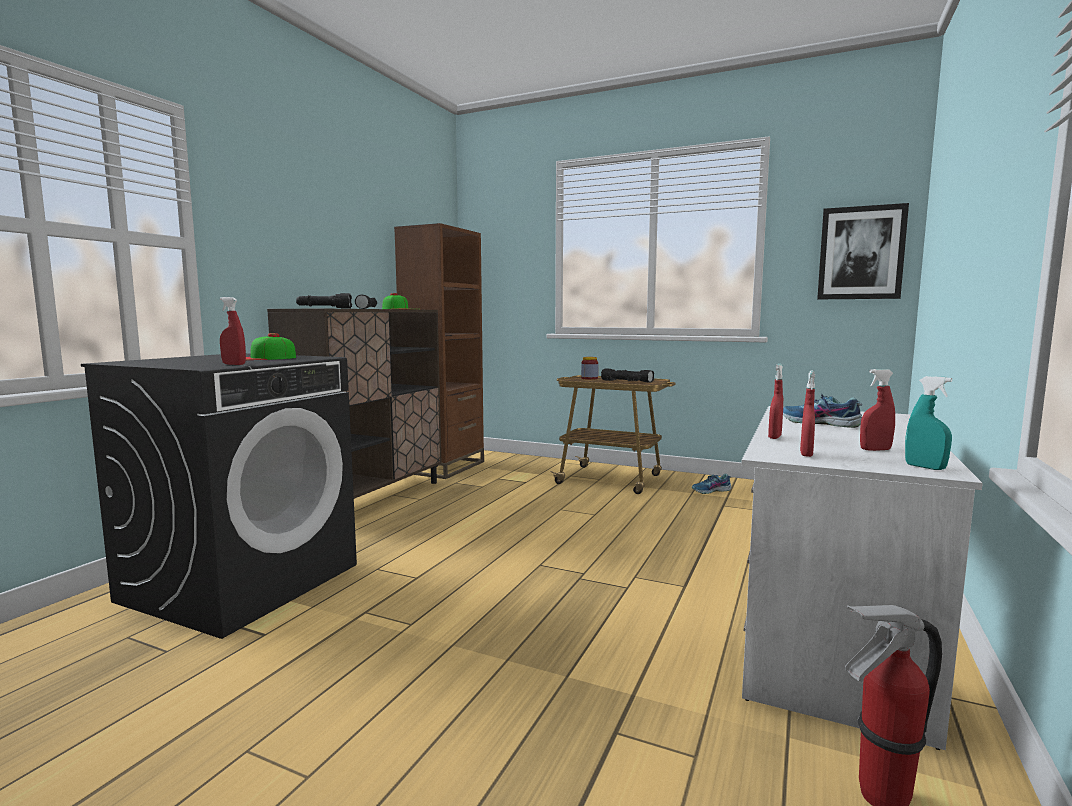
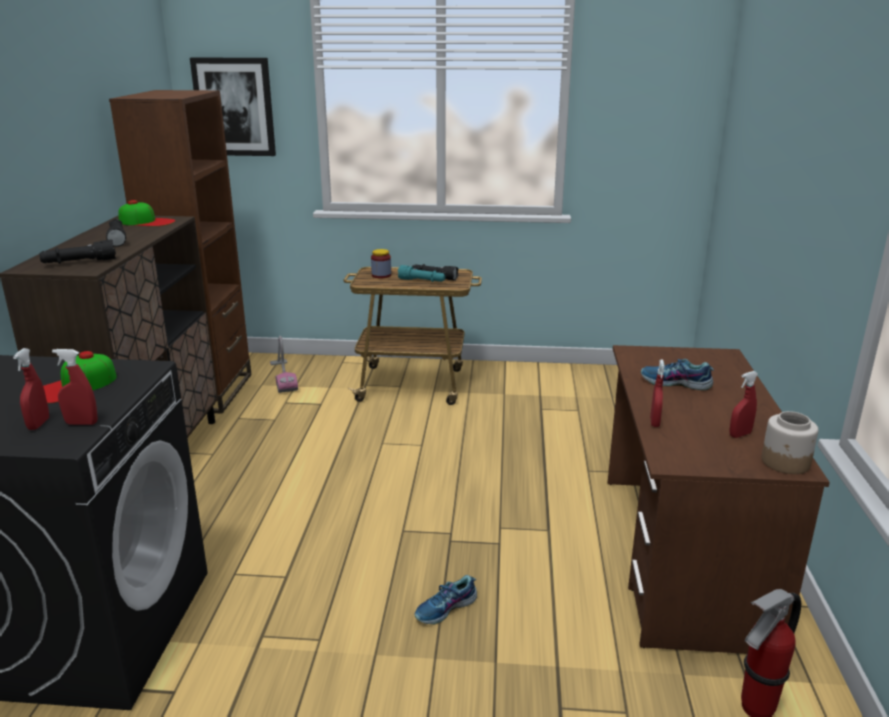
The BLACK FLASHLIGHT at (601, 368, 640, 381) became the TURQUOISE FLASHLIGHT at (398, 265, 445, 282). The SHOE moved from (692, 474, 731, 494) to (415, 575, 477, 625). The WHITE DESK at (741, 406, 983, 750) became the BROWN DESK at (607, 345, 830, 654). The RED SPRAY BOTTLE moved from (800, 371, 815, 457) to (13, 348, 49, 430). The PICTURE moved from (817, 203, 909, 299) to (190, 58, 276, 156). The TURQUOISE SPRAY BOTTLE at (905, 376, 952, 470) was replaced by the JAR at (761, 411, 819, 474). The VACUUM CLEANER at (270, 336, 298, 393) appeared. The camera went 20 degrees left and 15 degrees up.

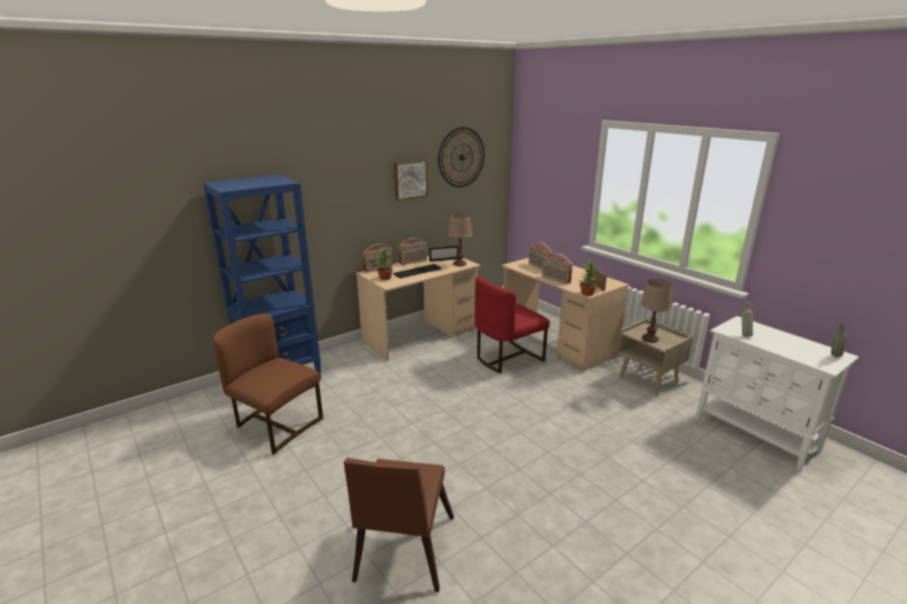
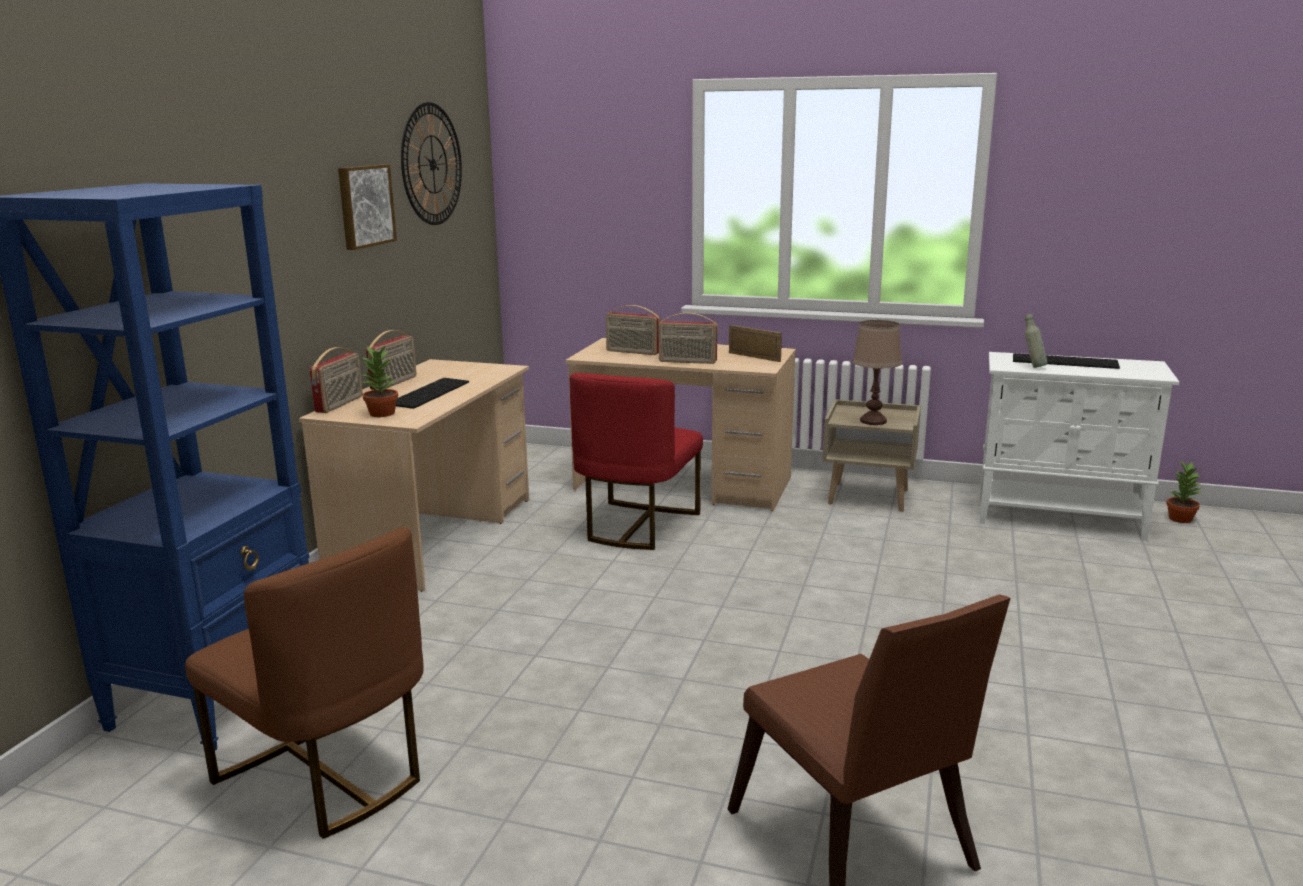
The BROWN CHAIR at (213, 314, 323, 454) turned 135 degrees counterclockwise. The PICTURE FRAME at (429, 245, 459, 262) disappeared. The BROWN TABLE LAMP at (448, 213, 472, 266) disappeared. The POTTED PLANT moved from (580, 259, 598, 296) to (1166, 461, 1203, 523). The GREY BOTTLE at (831, 324, 847, 357) disappeared. The KEYBOARD at (1013, 353, 1120, 369) appeared. The camera went 35 degrees left and 5 degrees down.

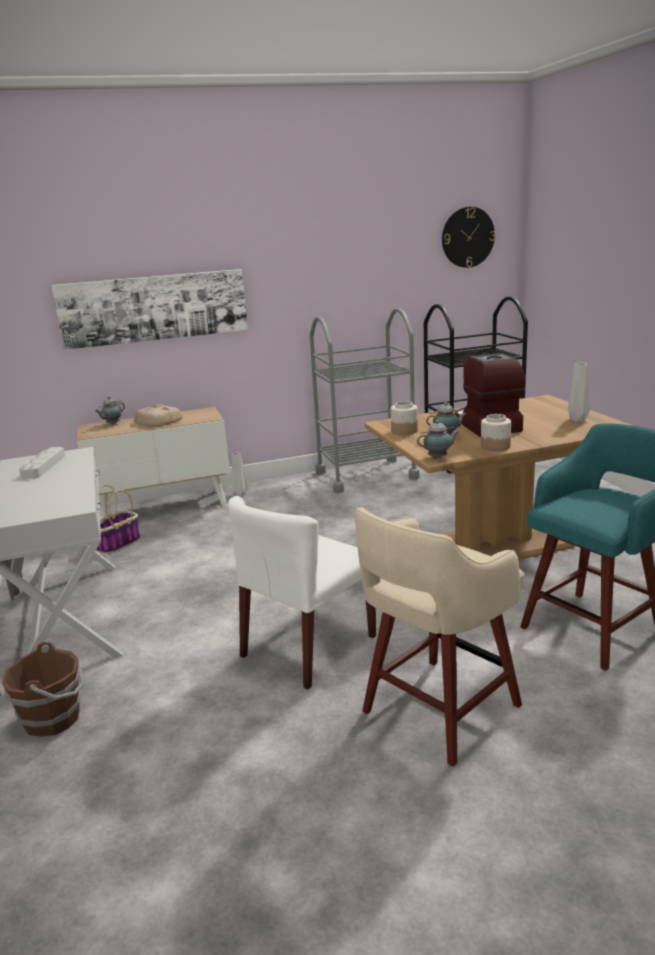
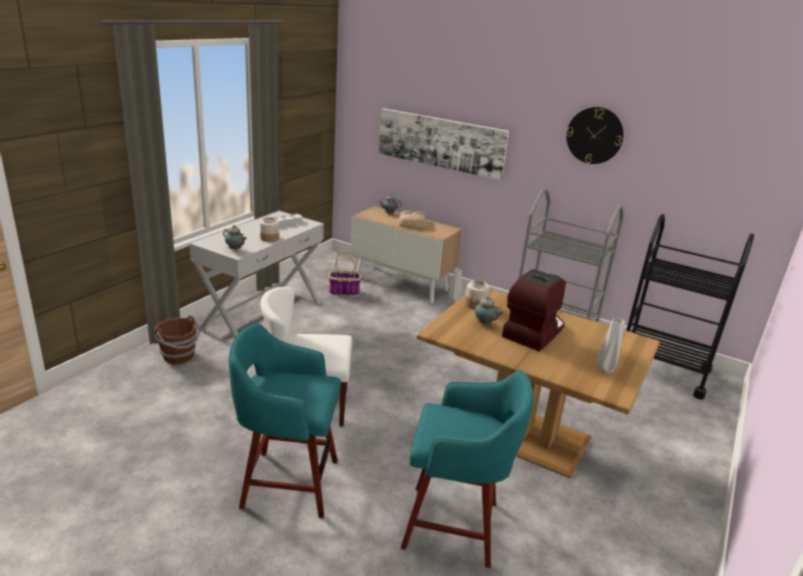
The BEIGE STOOL at (355, 507, 524, 767) became the TURQUOISE STOOL at (229, 323, 341, 518). The TEAPOT moved from (417, 420, 459, 458) to (223, 225, 247, 250). The WALL CLOCK moved from (442, 207, 495, 268) to (566, 107, 624, 164). The JAR moved from (481, 414, 511, 451) to (260, 217, 279, 242). The camera went 45 degrees right and 5 degrees up.

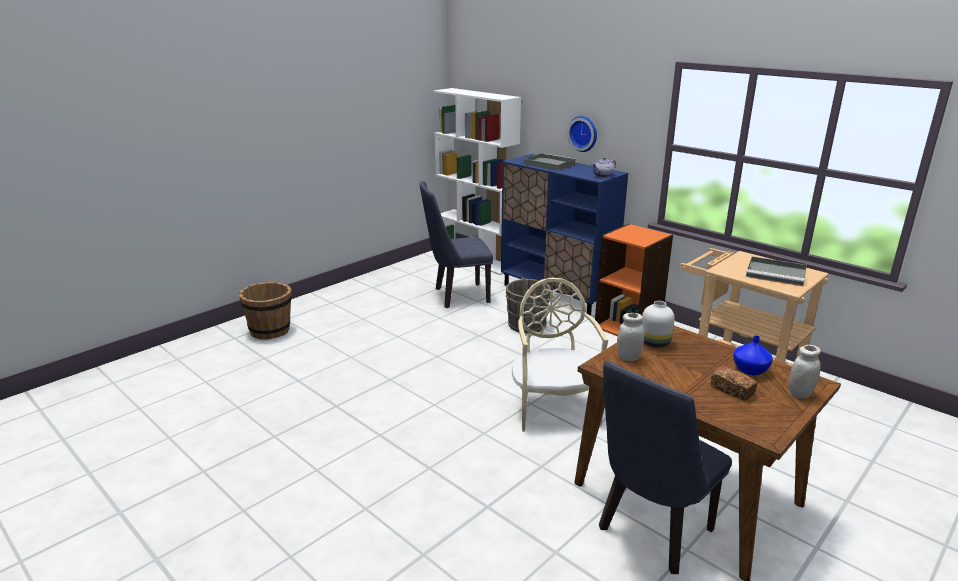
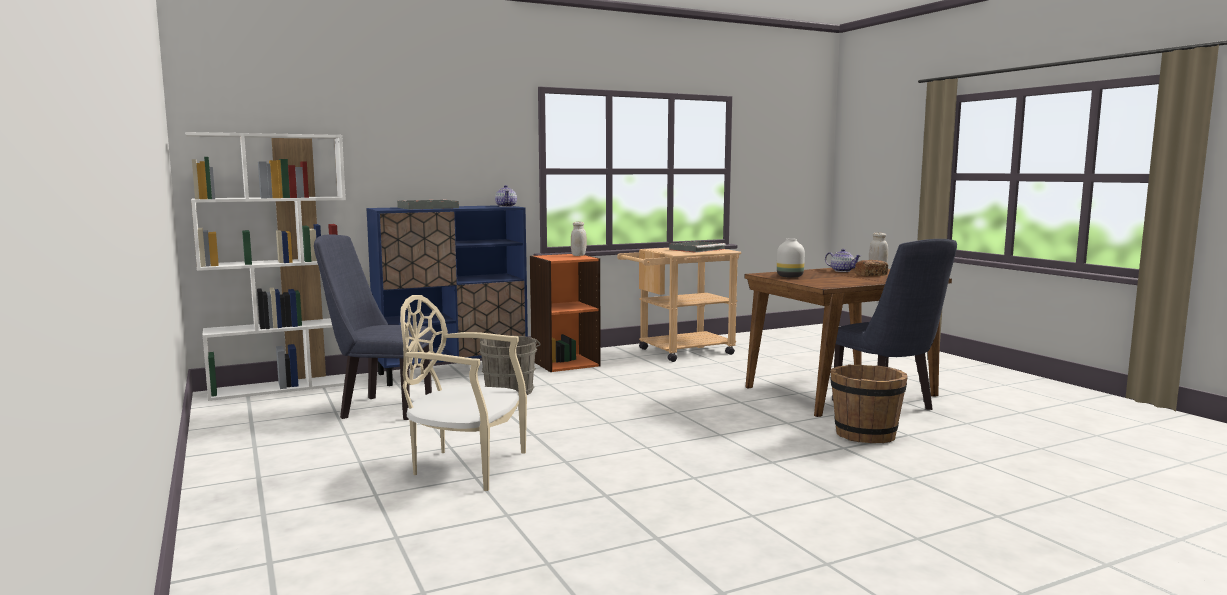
The BROWN BUCKET moved from (239, 282, 292, 340) to (830, 365, 908, 443). The BLUE CHAIR at (420, 181, 493, 308) turned 90 degrees clockwise. The BEIGE CHAIR moved from (512, 277, 608, 432) to (400, 295, 527, 491). The WALL CLOCK at (567, 116, 597, 152) disappeared. The WHITE JAR moved from (617, 313, 644, 361) to (571, 222, 587, 256). The BLUE VASE at (733, 336, 773, 375) was replaced by the TEAPOT at (825, 249, 861, 272). The camera went 70 degrees left and 15 degrees down.

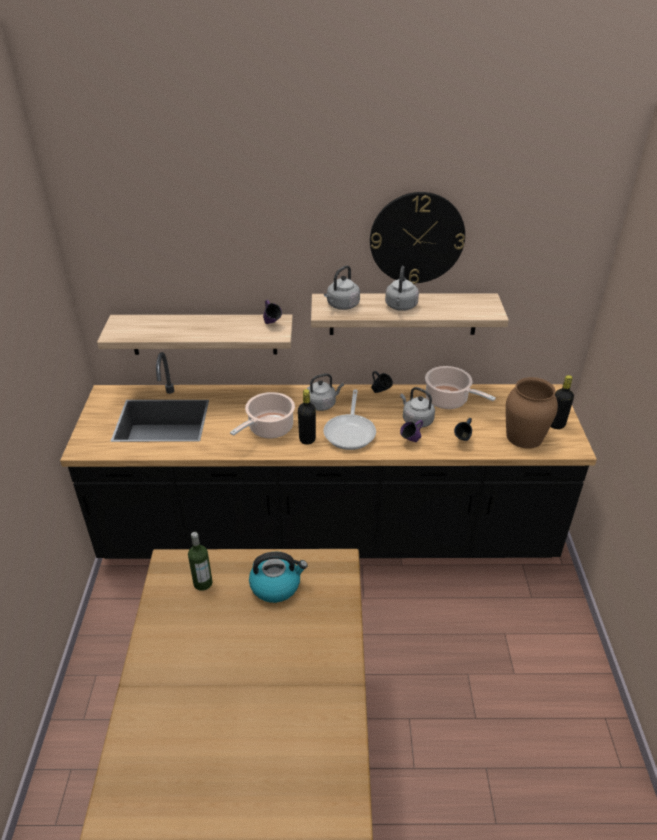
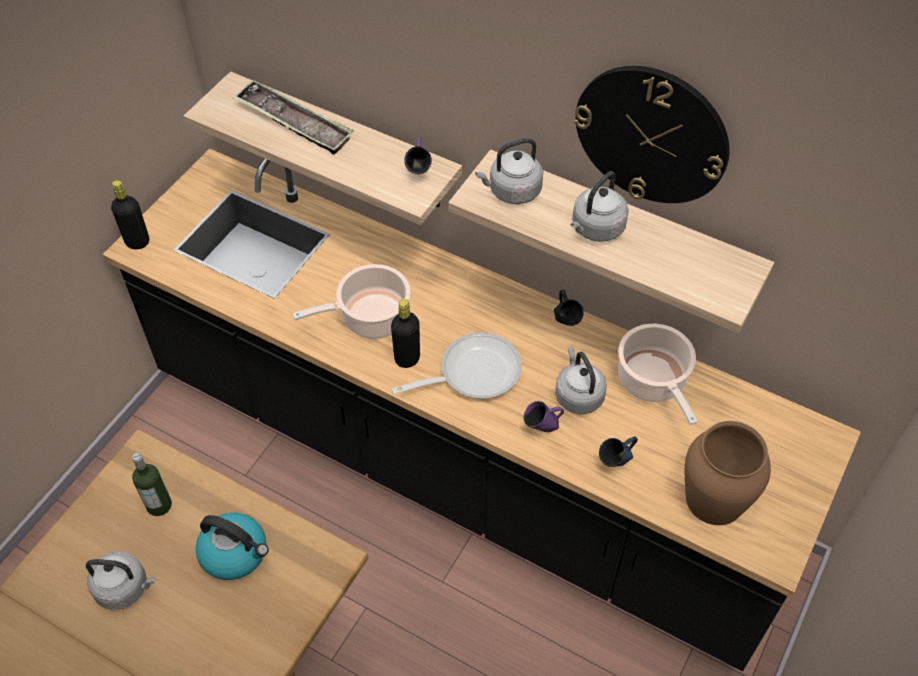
The GREY KETTLE moved from (307, 373, 344, 411) to (86, 551, 155, 610). The FRYING PAN at (324, 389, 376, 450) turned 150 degrees counterclockwise. The BLACK BOTTLE moved from (551, 375, 574, 429) to (111, 180, 149, 249). The TRAY at (233, 80, 354, 155) appeared. The camera went 30 degrees right and 15 degrees up.

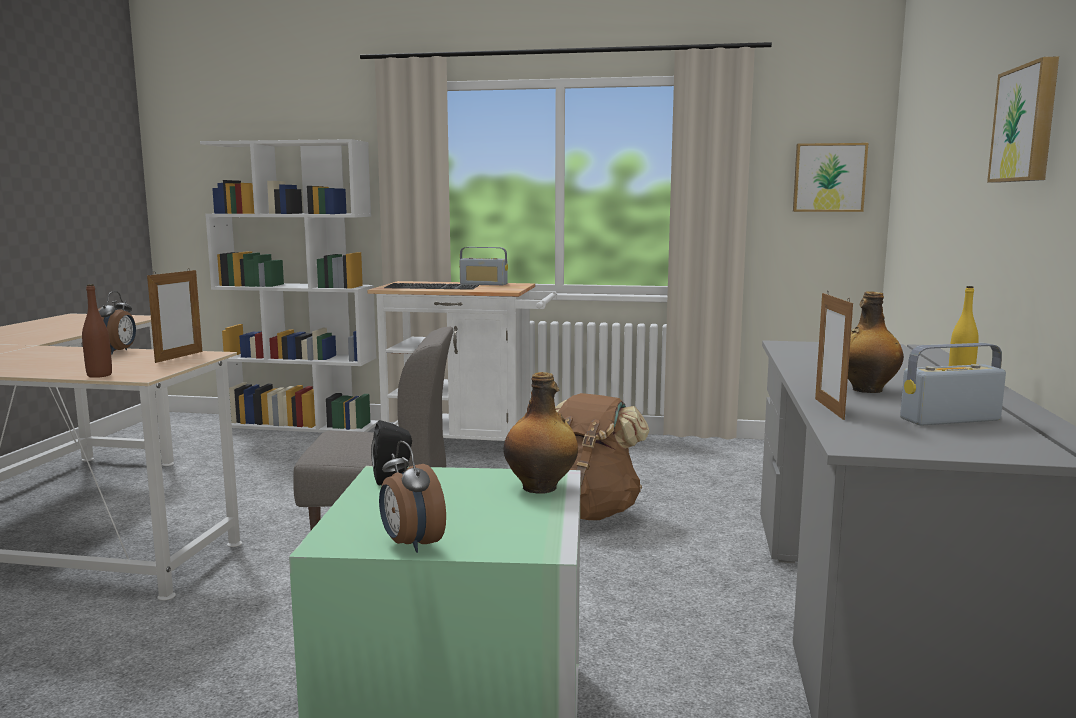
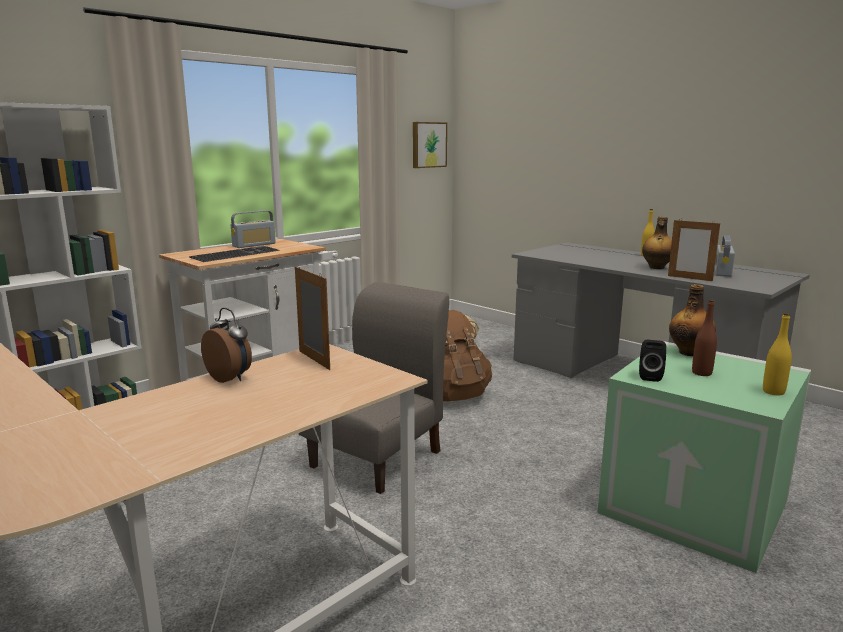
The BROWN BOTTLE moved from (82, 284, 112, 378) to (692, 300, 717, 376). The ALARM CLOCK at (379, 441, 446, 553) was replaced by the YELLOW BOTTLE at (763, 313, 792, 395). The PICTURE at (987, 56, 1059, 182) disappeared. The camera went 55 degrees left and 5 degrees up.

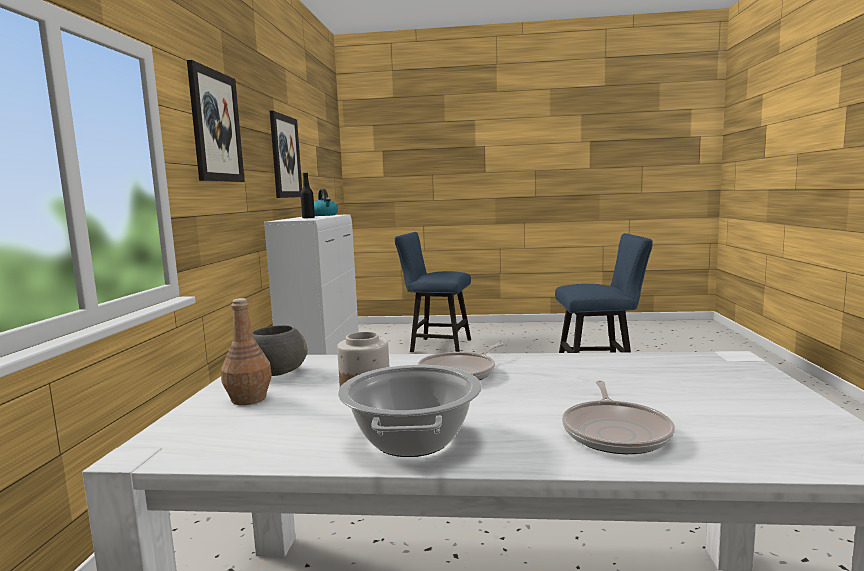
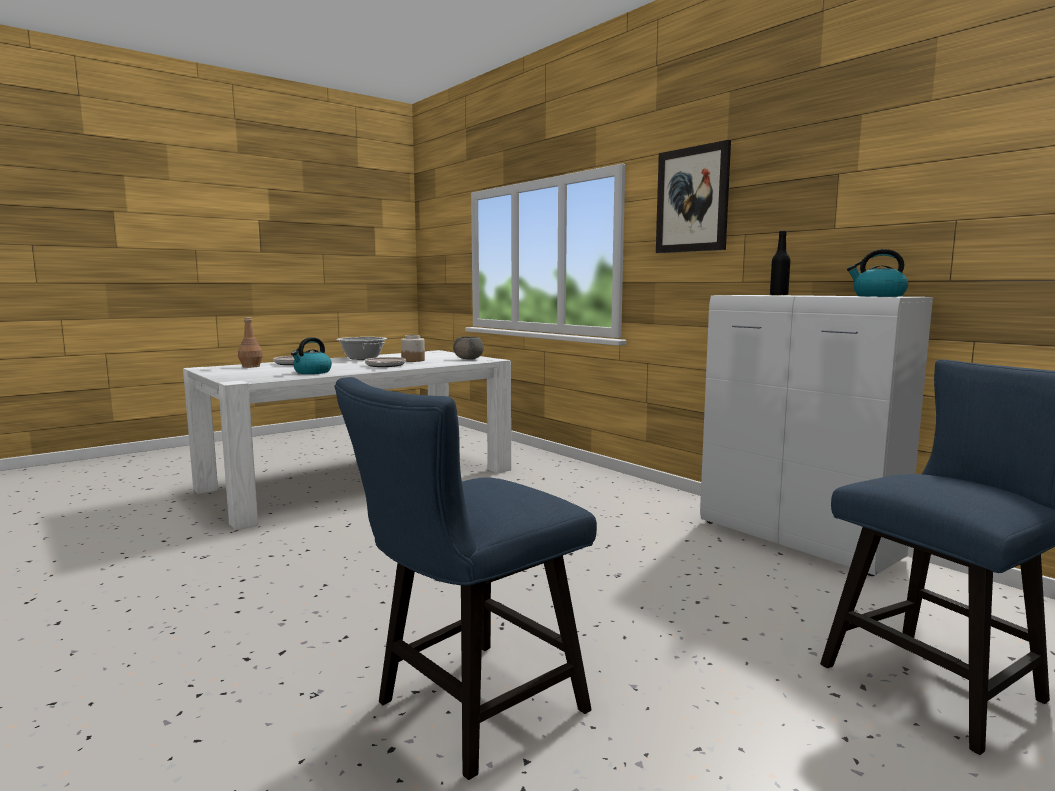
The BROWN BOTTLE moved from (221, 298, 272, 405) to (238, 317, 263, 368). The PICTURE at (270, 111, 302, 198) disappeared. The KETTLE at (291, 337, 332, 374) appeared. The camera went 135 degrees right and 0 degrees up.

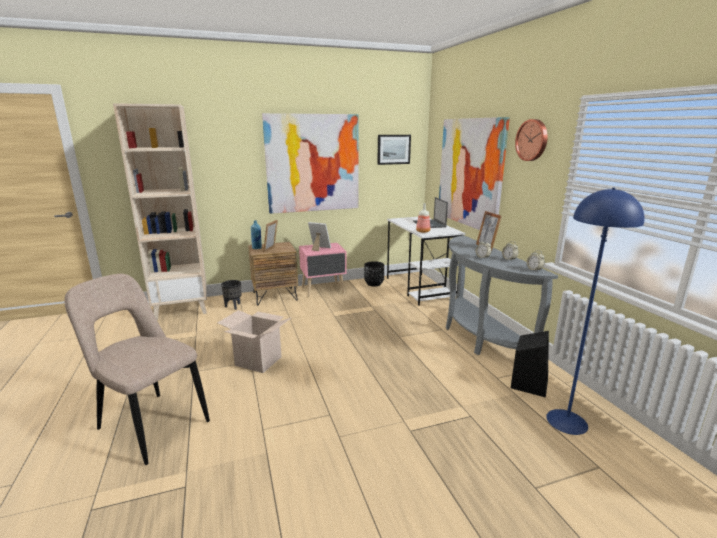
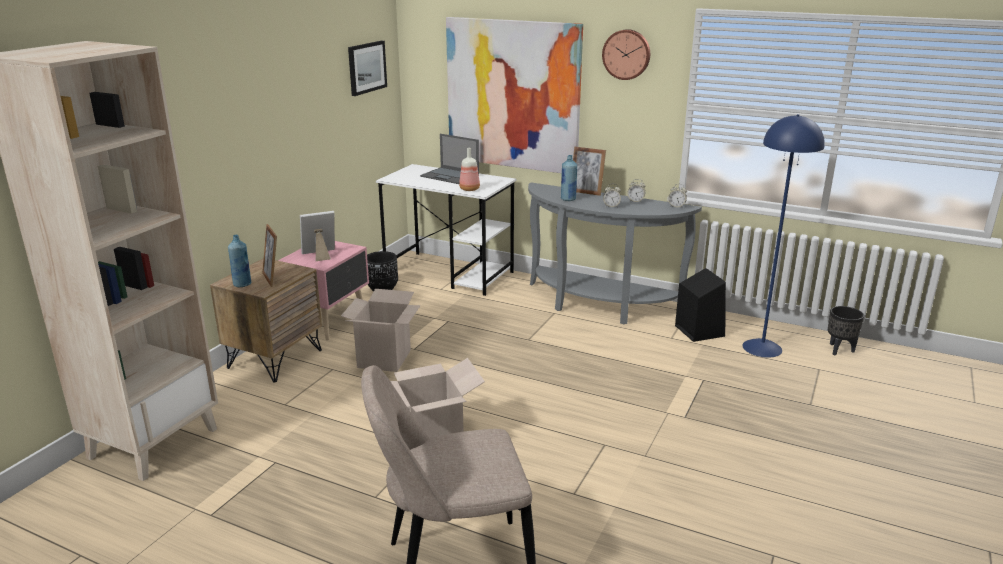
The BLACK PLANTER moved from (221, 280, 242, 310) to (828, 306, 864, 356). The PICTURE at (262, 113, 358, 214) disappeared. The CARDBOARD BOX at (341, 289, 420, 372) appeared. The BLUE BOTTLE at (561, 155, 577, 201) appeared. The camera went 45 degrees left and 5 degrees up.

